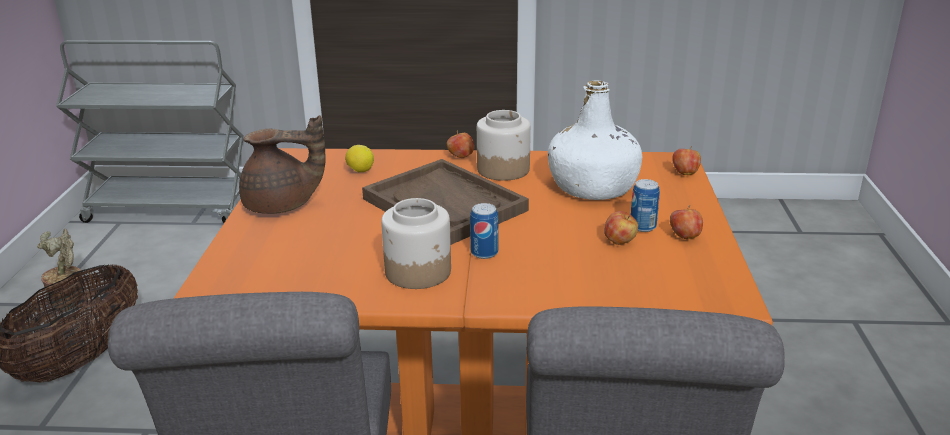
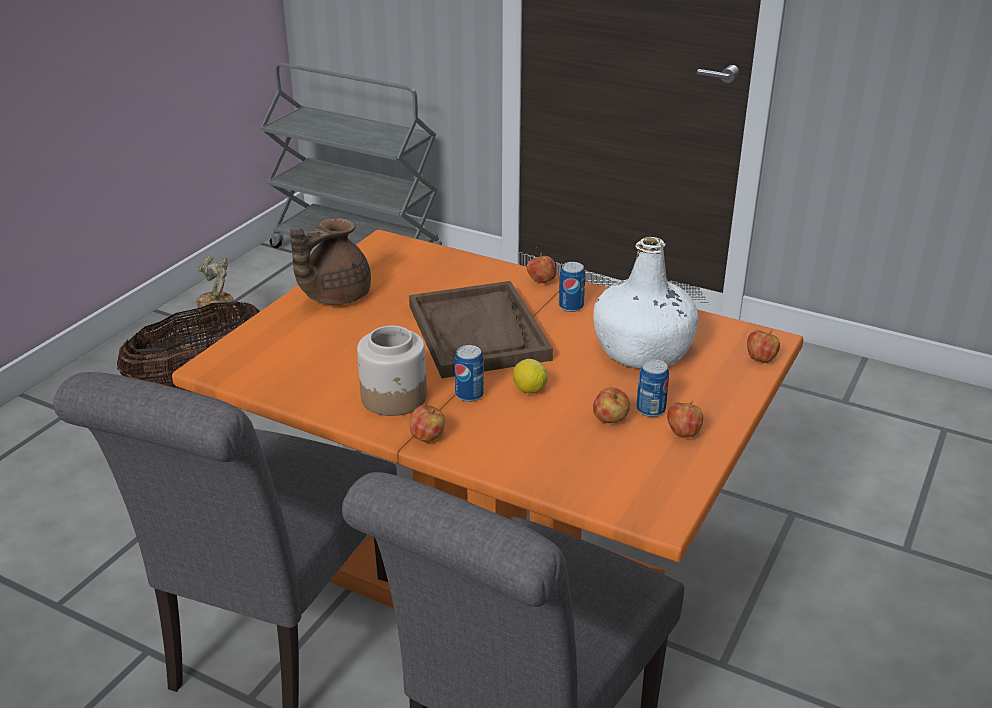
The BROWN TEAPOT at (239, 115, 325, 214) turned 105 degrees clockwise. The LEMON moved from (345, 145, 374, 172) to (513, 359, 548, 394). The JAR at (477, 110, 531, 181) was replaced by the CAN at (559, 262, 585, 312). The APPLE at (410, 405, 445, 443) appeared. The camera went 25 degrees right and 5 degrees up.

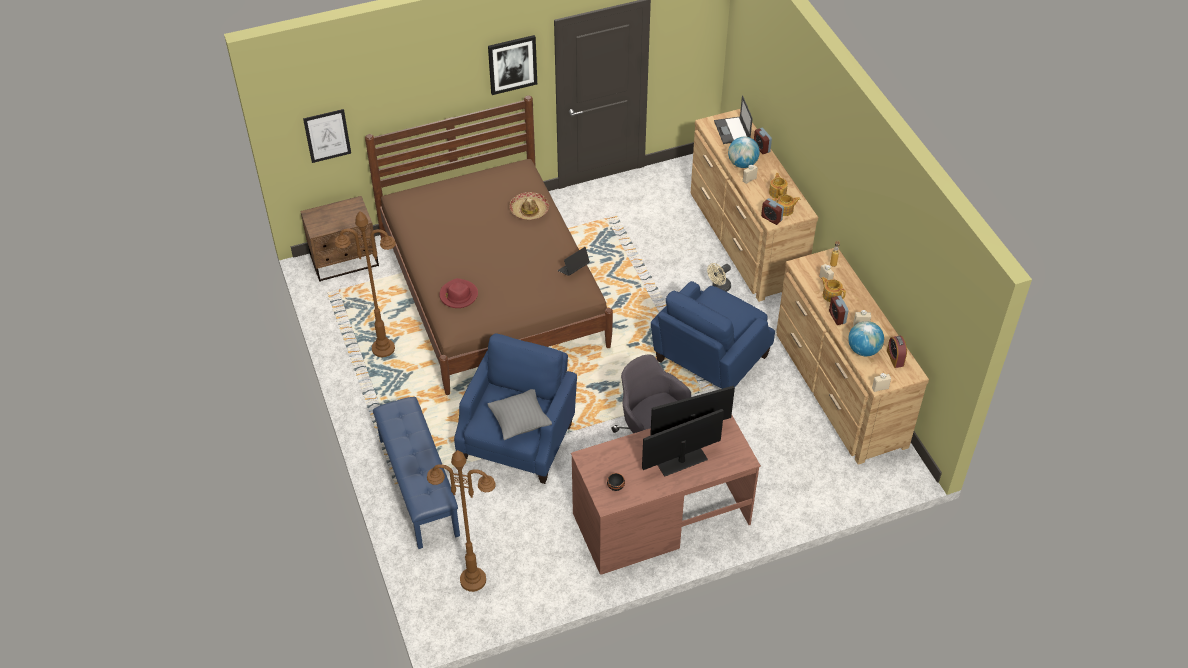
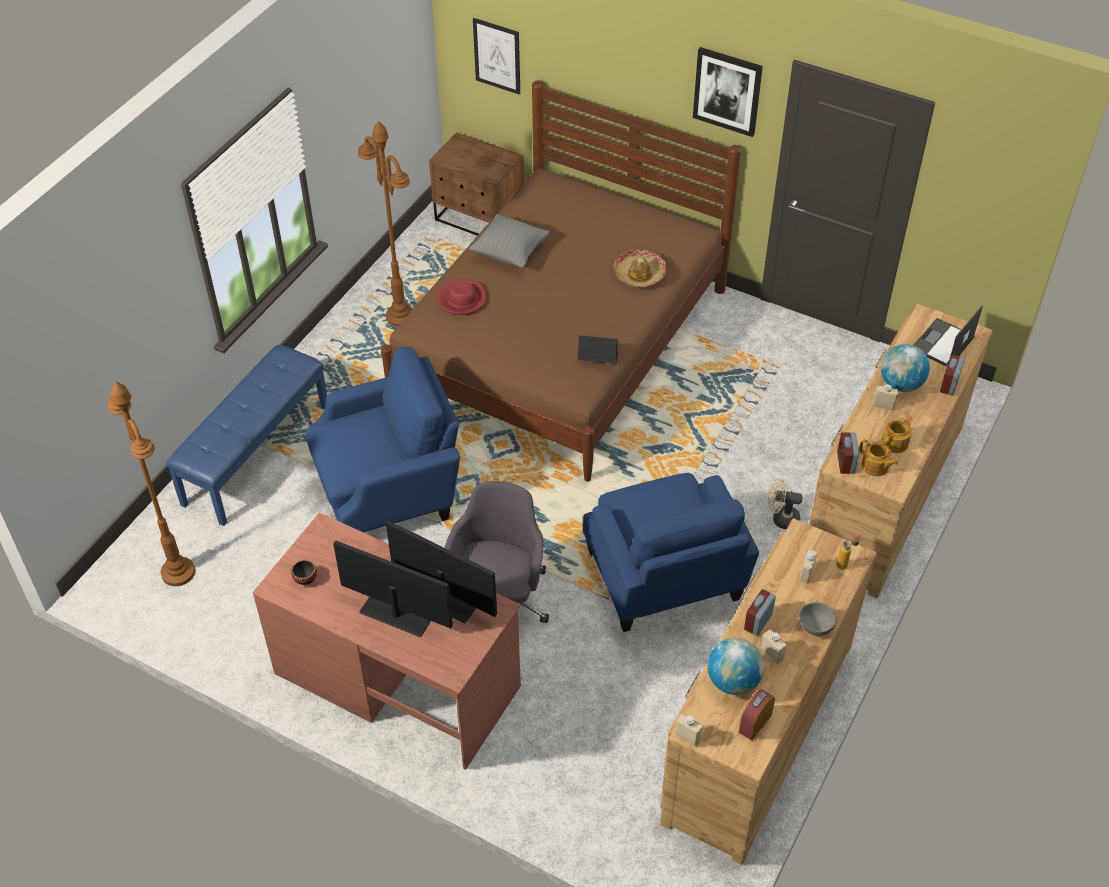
The GREY PILLOW moved from (487, 389, 552, 440) to (469, 214, 550, 268). The BLUE ARMCHAIR at (651, 281, 775, 389) turned 105 degrees counterclockwise. The TEAPOT at (821, 277, 846, 302) disappeared. The GREY BOWL at (799, 602, 837, 636) appeared. The camera went 50 degrees right and 0 degrees up.

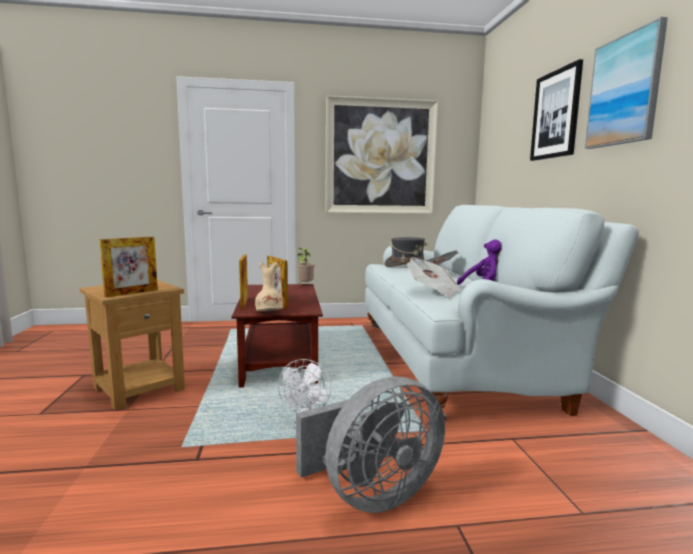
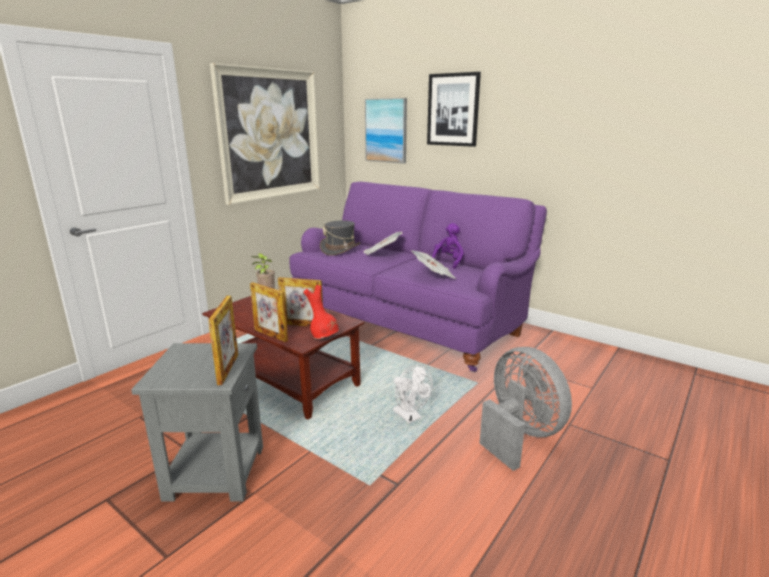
The BROWN SIDE TABLE at (80, 280, 185, 410) became the GREY SIDE TABLE at (131, 343, 263, 502). The BEIGE VASE at (255, 262, 283, 311) became the RED VASE at (304, 285, 339, 339). The GREY FAN at (296, 376, 445, 513) turned 45 degrees counterclockwise. The WHITE SOFA at (365, 205, 639, 420) became the PURPLE SOFA at (289, 182, 547, 372). The PICTURE moved from (585, 17, 668, 149) to (365, 98, 407, 164). The camera went 45 degrees left and 10 degrees up.

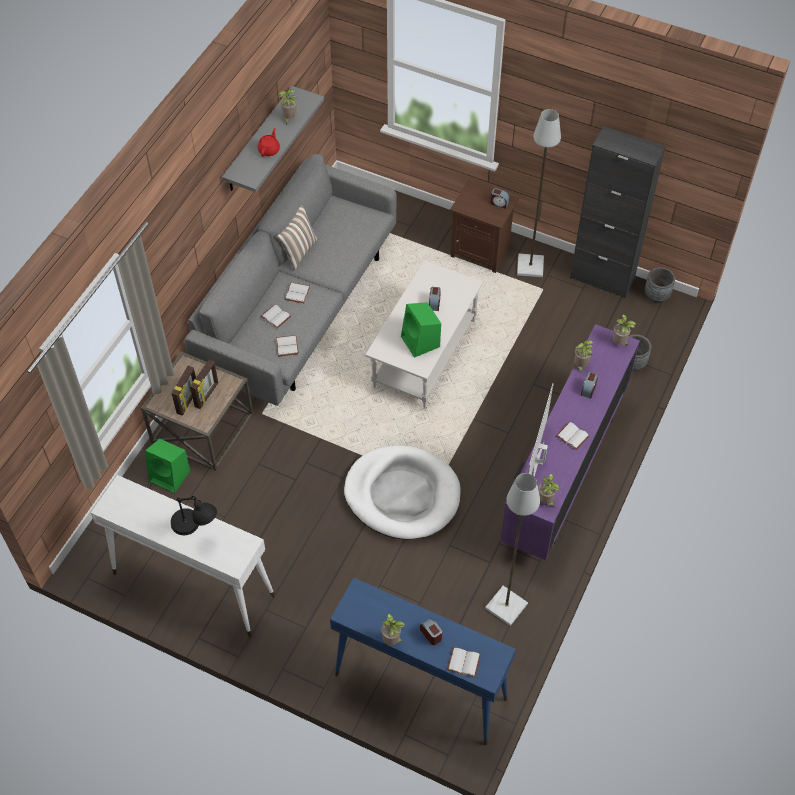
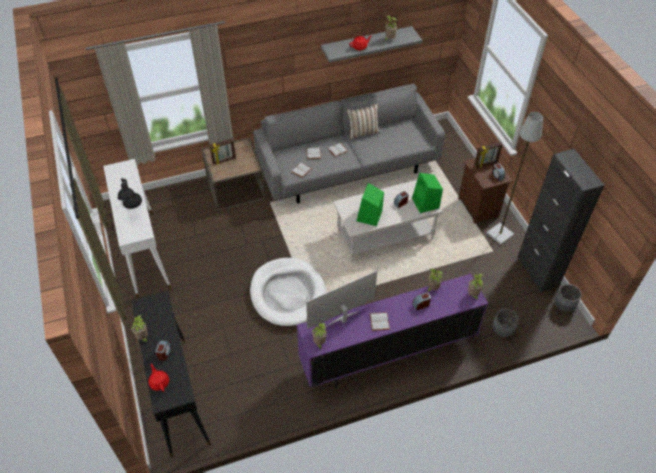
The GREEN SPEAKER moved from (145, 439, 190, 493) to (412, 173, 443, 213). The PICTURE FRAME moved from (190, 360, 218, 409) to (474, 142, 502, 168). The BLUE CONSOLE TABLE at (330, 577, 516, 745) became the BLACK CONSOLE TABLE at (131, 291, 211, 458). The WHITE BOOK at (447, 647, 481, 677) was replaced by the RED TEAPOT at (148, 364, 169, 392). The GREY FLOOR LAMP at (485, 473, 540, 626) disappeared. The camera went 45 degrees right and 5 degrees down.

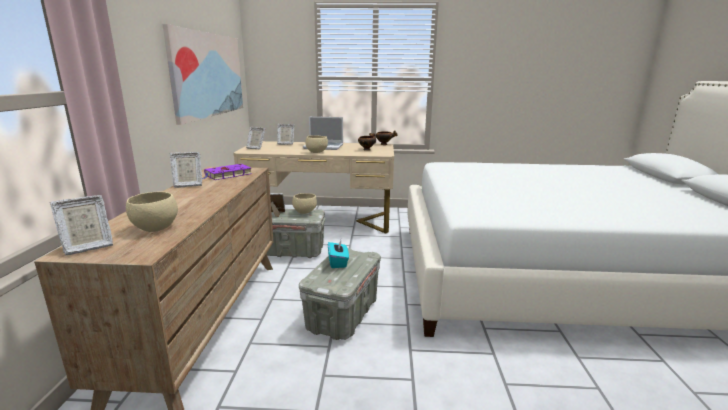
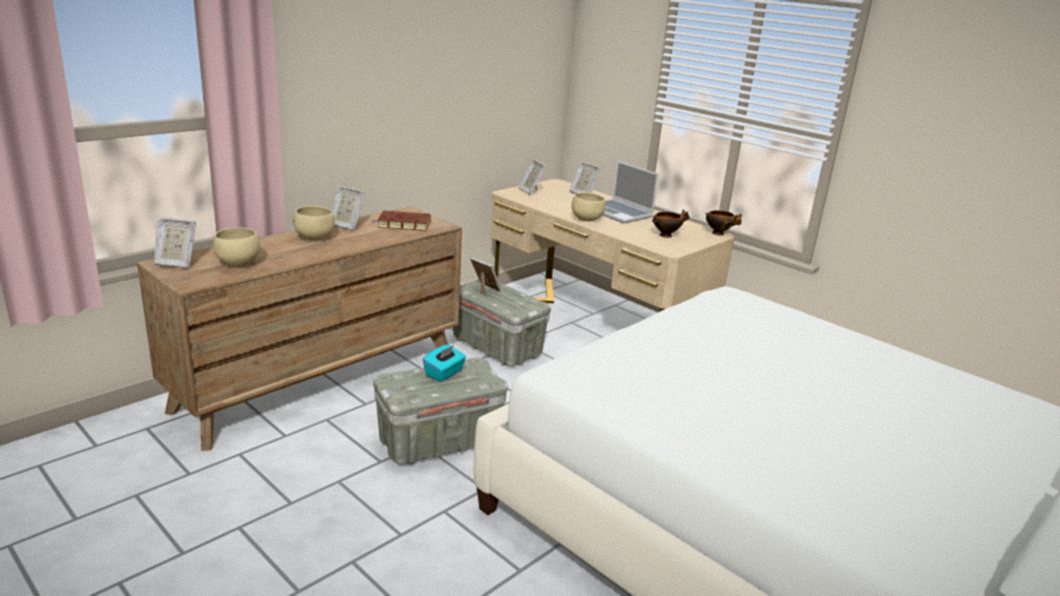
The PICTURE at (162, 24, 243, 125) disappeared. The PURPLE BOOK at (202, 164, 252, 180) became the BROWN BOOK at (372, 211, 431, 231). The BEIGE BOWL moved from (292, 193, 317, 214) to (293, 206, 335, 240). The camera went 40 degrees right and 5 degrees up.

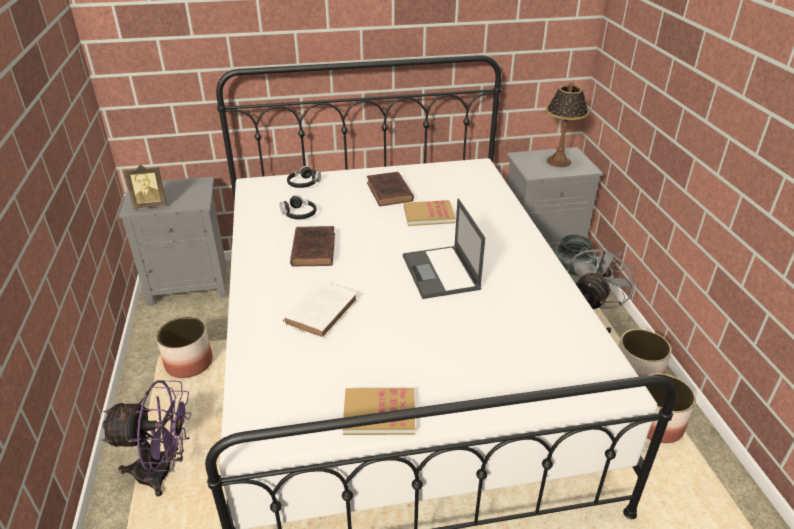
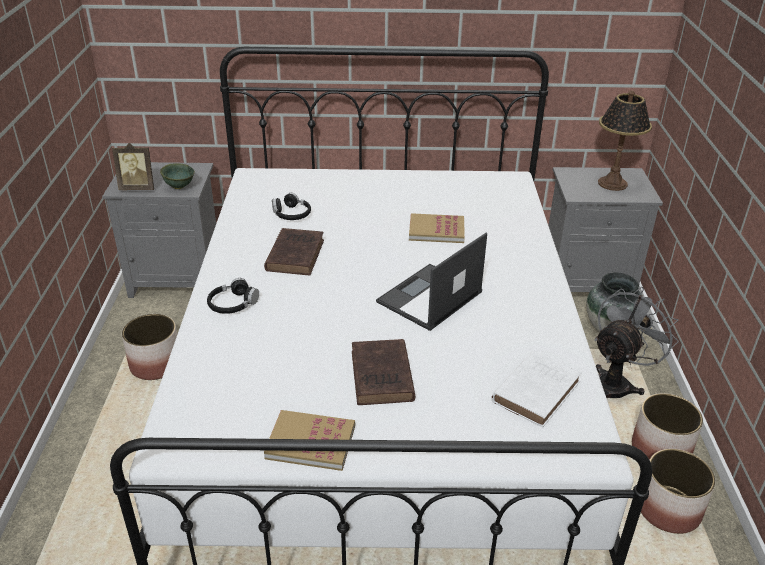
The PURPLE FAN at (101, 380, 192, 496) disappeared. The WHITE BOOK moved from (283, 281, 358, 339) to (492, 351, 582, 427). The BLACK HEADPHONES moved from (287, 166, 321, 188) to (207, 278, 259, 314). The BROWN BOOK moved from (367, 172, 414, 206) to (352, 339, 415, 405). The LAPTOP at (403, 199, 485, 299) turned 45 degrees clockwise. The GREEN BOWL at (160, 163, 195, 189) appeared. The camera went 10 degrees right and 0 degrees up.

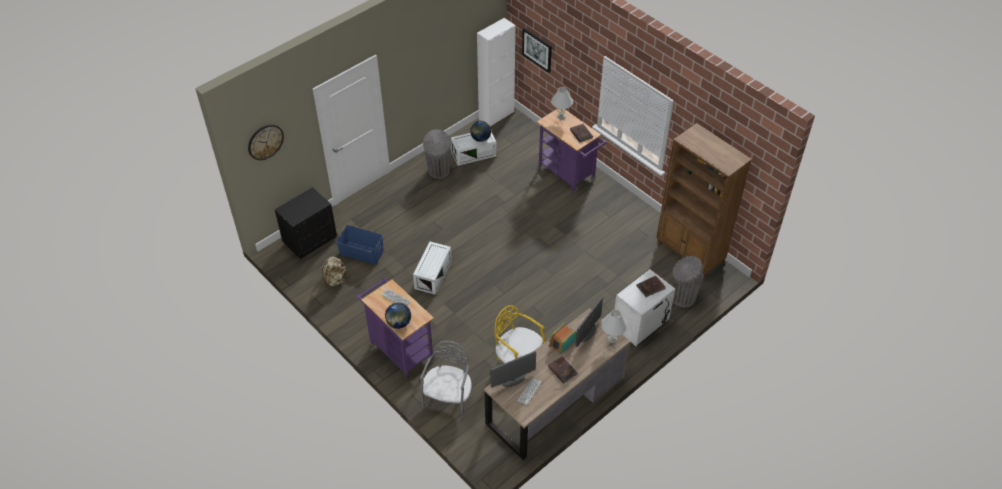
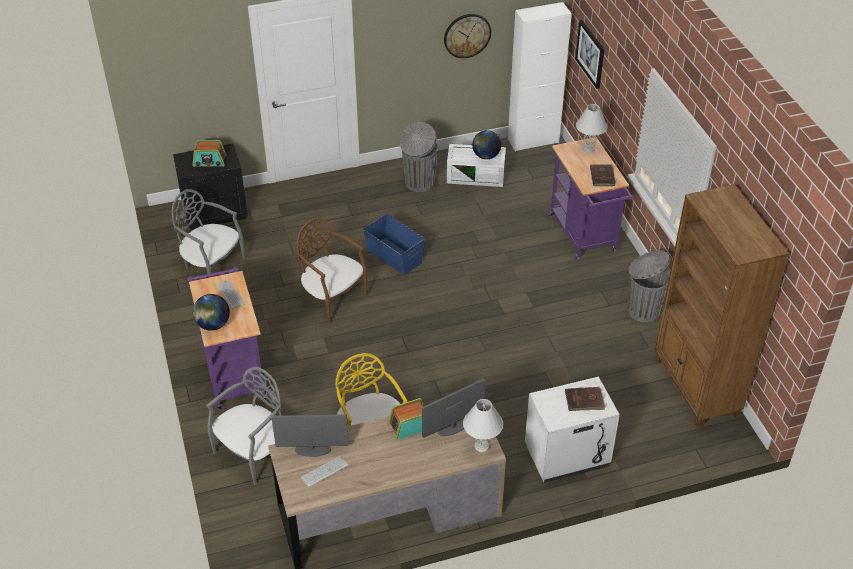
The WALL CLOCK moved from (248, 124, 284, 160) to (444, 14, 491, 58). The BEIGE BACKPACK at (321, 256, 347, 289) was replaced by the GREY CHAIR at (172, 189, 246, 278). The BLUE STORAGE BOX moved from (336, 225, 384, 265) to (363, 214, 425, 275). The WHITE STORAGE BOX at (413, 242, 452, 295) was replaced by the BROWN CHAIR at (297, 218, 367, 324). The BROWN BOOK at (548, 356, 578, 384) disappeared. The GREY TRASH CAN moved from (672, 256, 704, 307) to (627, 250, 671, 323). The RADIO at (192, 140, 227, 167) appeared. The camera went 25 degrees right and 5 degrees down.

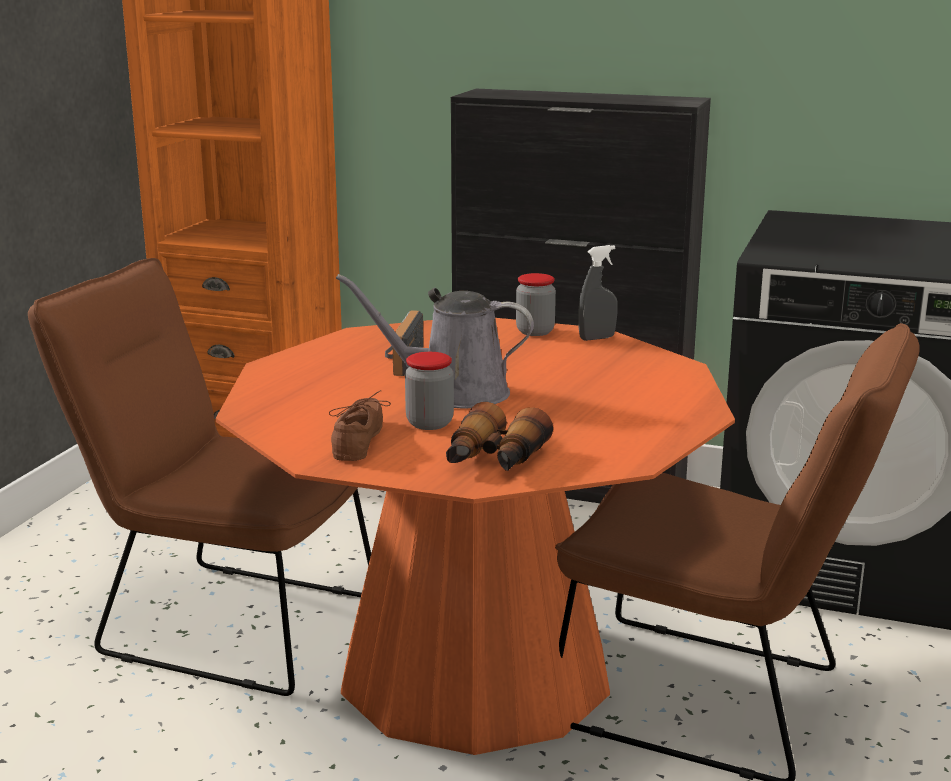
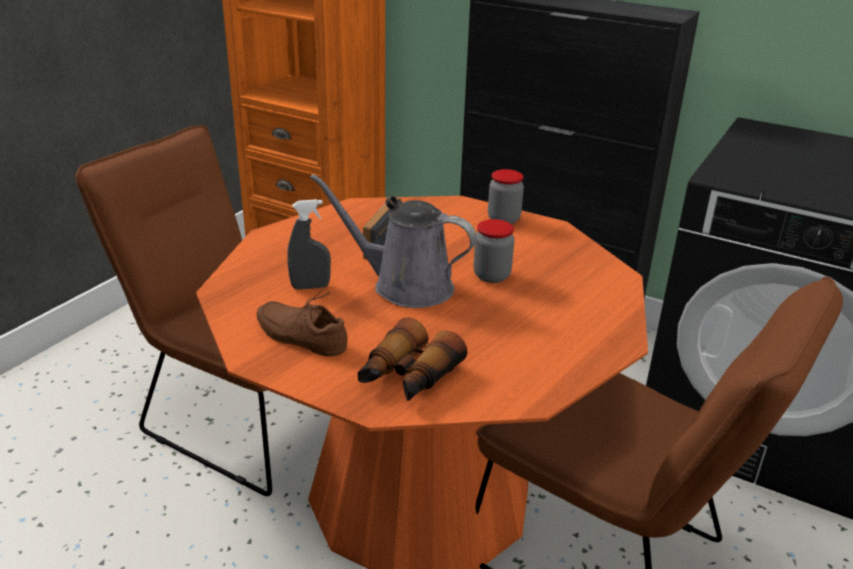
The BROWN SHOE at (329, 390, 391, 461) turned 75 degrees counterclockwise. The JAR moved from (405, 352, 454, 430) to (473, 219, 514, 283). The GREY SPRAY BOTTLE moved from (578, 245, 618, 341) to (287, 199, 331, 289). The camera went 10 degrees right and 10 degrees up.

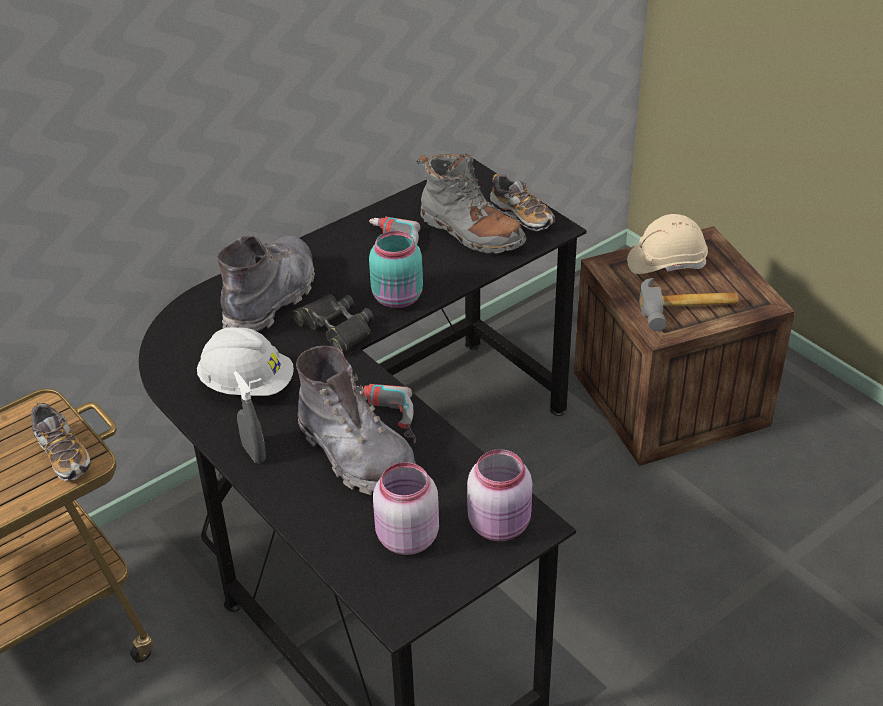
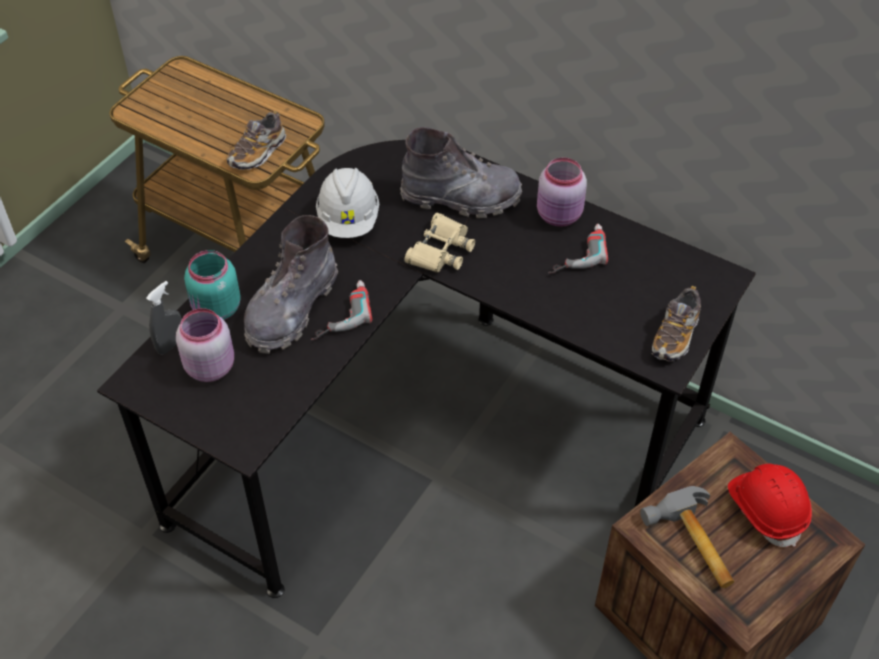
The GREY SPRAY BOTTLE moved from (234, 371, 266, 463) to (146, 281, 182, 354). The BLACK BINOCULARS at (292, 294, 374, 353) became the BEIGE BINOCULARS at (404, 213, 475, 273). The TURQUOISE JAR moved from (369, 231, 423, 308) to (184, 250, 241, 320). The GREY BOOT at (416, 153, 526, 254) disappeared. The PINK JAR moved from (467, 449, 532, 541) to (537, 157, 587, 227). The BEIGE HARD HAT at (627, 214, 708, 274) became the RED HARD HAT at (728, 464, 812, 547). The camera went 70 degrees right and 10 degrees up.

